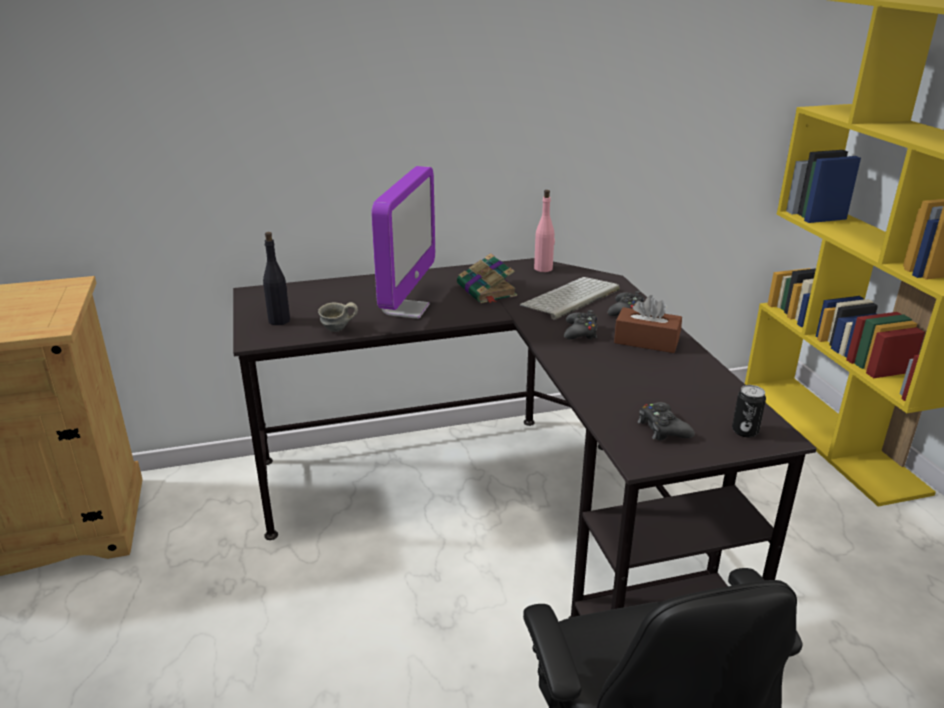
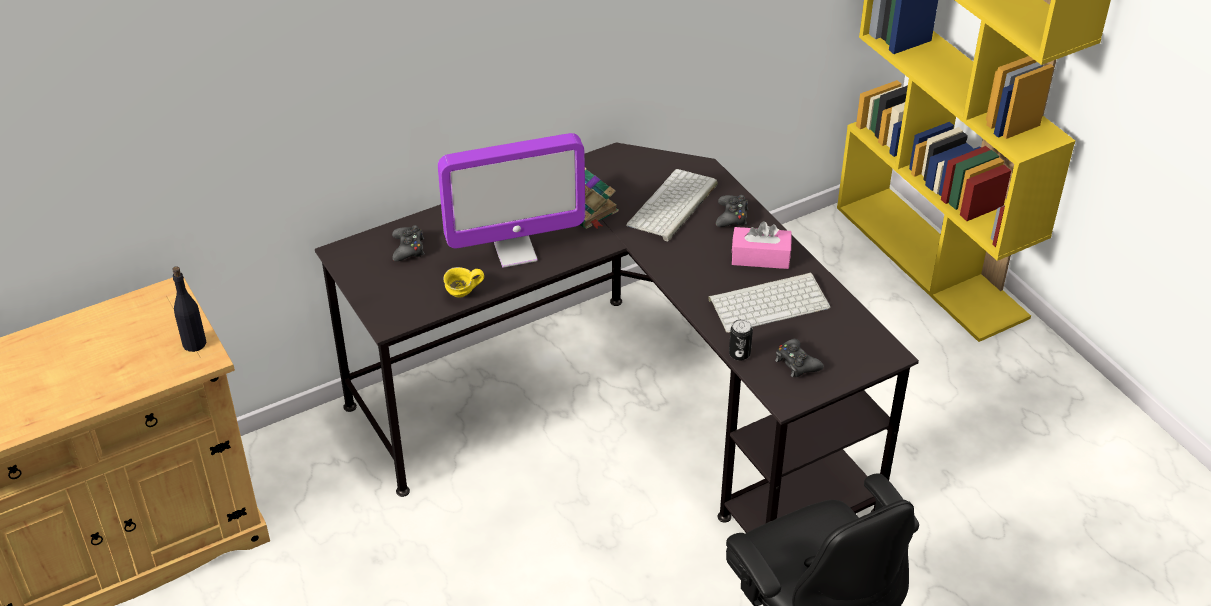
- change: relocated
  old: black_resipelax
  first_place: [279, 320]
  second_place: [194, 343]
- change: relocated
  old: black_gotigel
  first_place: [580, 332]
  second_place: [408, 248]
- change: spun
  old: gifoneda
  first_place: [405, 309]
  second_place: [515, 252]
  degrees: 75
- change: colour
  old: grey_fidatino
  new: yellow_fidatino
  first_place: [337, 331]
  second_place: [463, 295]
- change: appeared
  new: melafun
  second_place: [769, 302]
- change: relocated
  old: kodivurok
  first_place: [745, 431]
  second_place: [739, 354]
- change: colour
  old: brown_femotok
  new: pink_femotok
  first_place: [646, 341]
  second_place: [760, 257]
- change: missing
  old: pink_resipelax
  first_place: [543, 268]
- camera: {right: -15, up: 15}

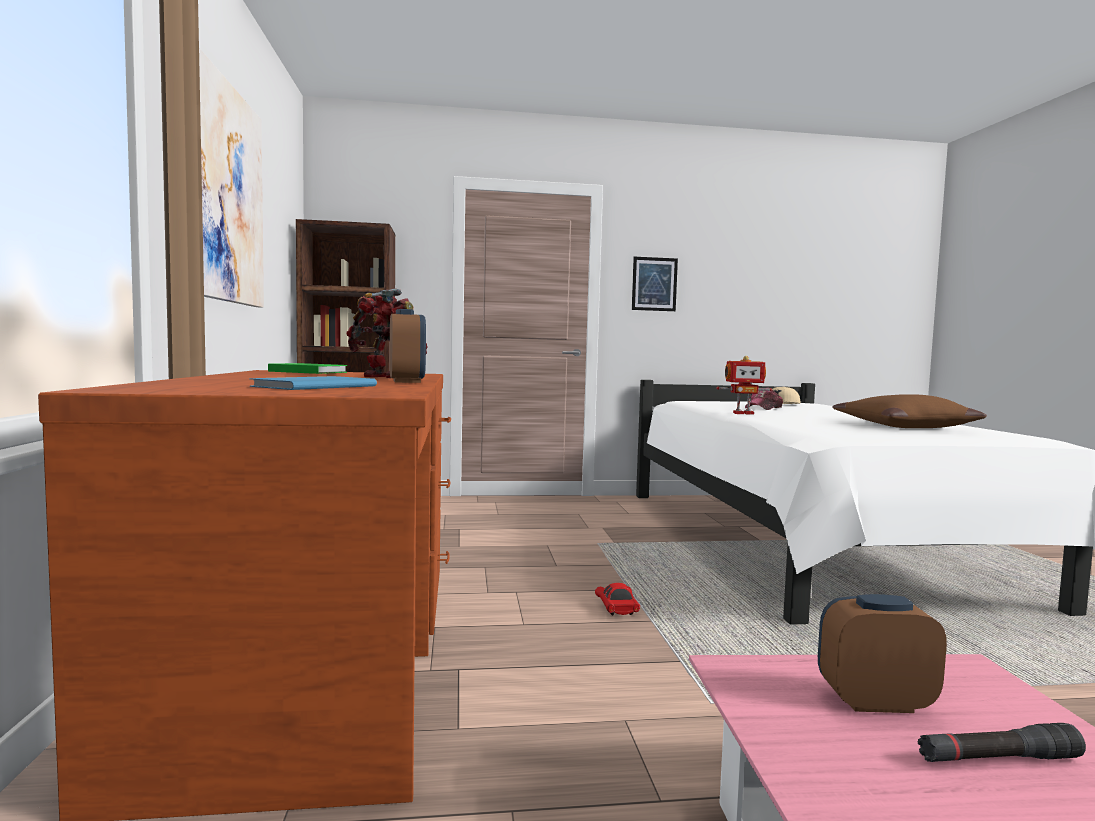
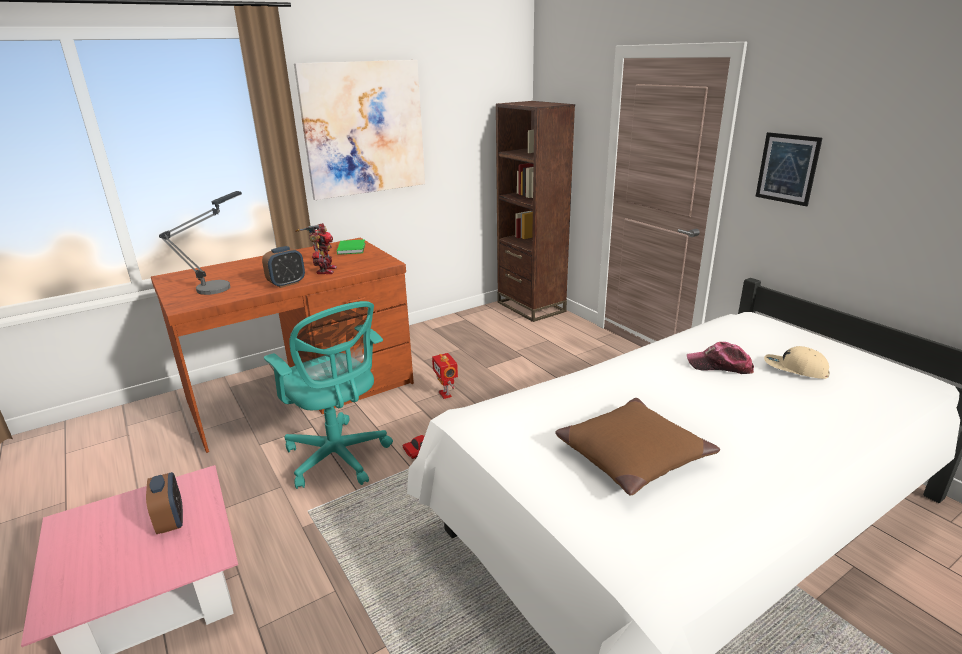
- change: exchanged
  old: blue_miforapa
  new: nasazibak
  first_place: [310, 386]
  second_place: [220, 285]
- change: appeared
  new: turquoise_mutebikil
  second_place: [339, 458]
- change: relocated
  old: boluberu
  first_place: [743, 413]
  second_place: [446, 394]
- change: missing
  old: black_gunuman
  first_place: [998, 759]
- camera: {right: 65, up: 20}

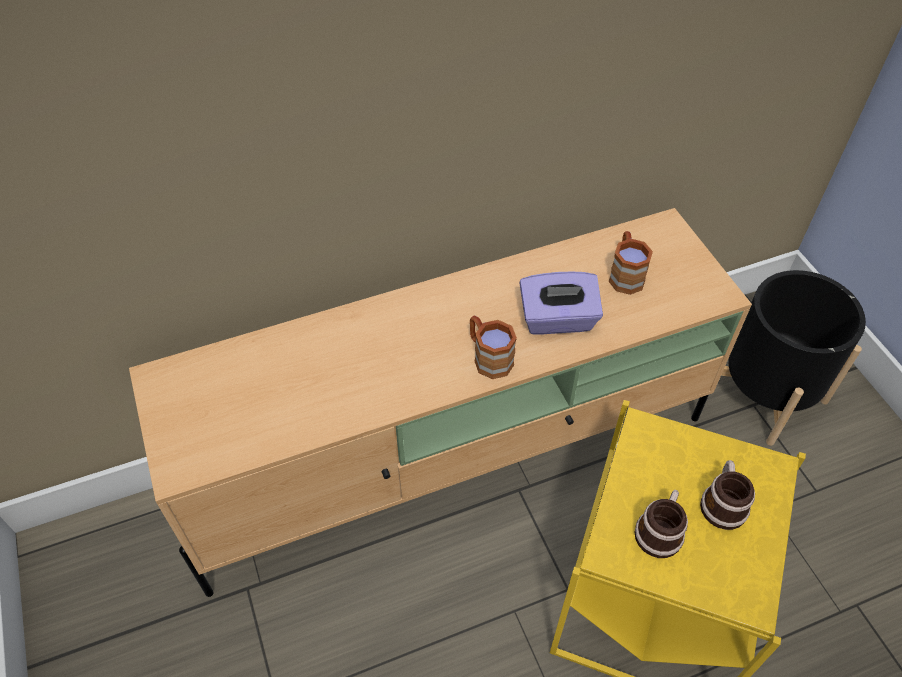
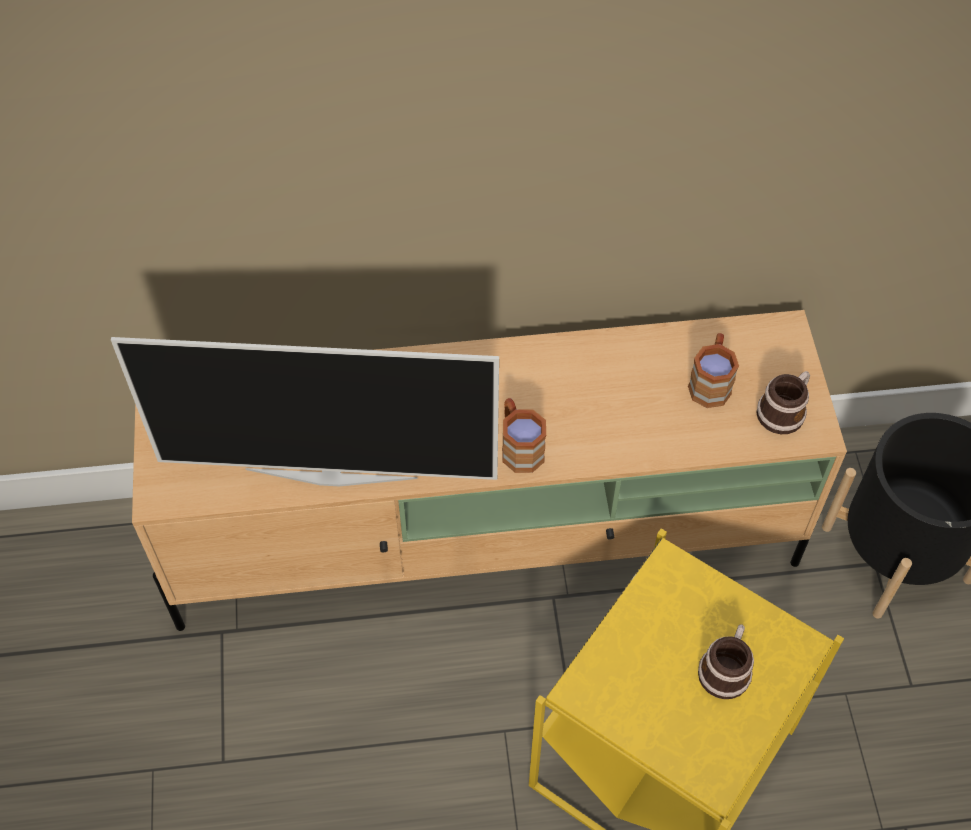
- change: appeared
  new: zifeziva
  second_place: [331, 471]
- change: relocated
  old: fidatino
  first_place: [660, 530]
  second_place: [784, 410]
- change: missing
  old: purple_femotok
  first_place: [557, 320]
- camera: {right: 15, up: 5}

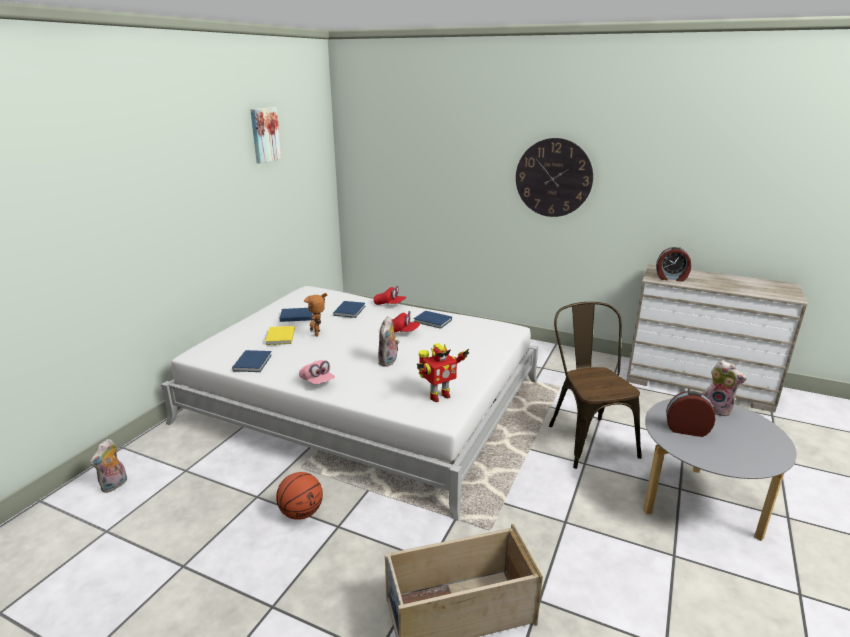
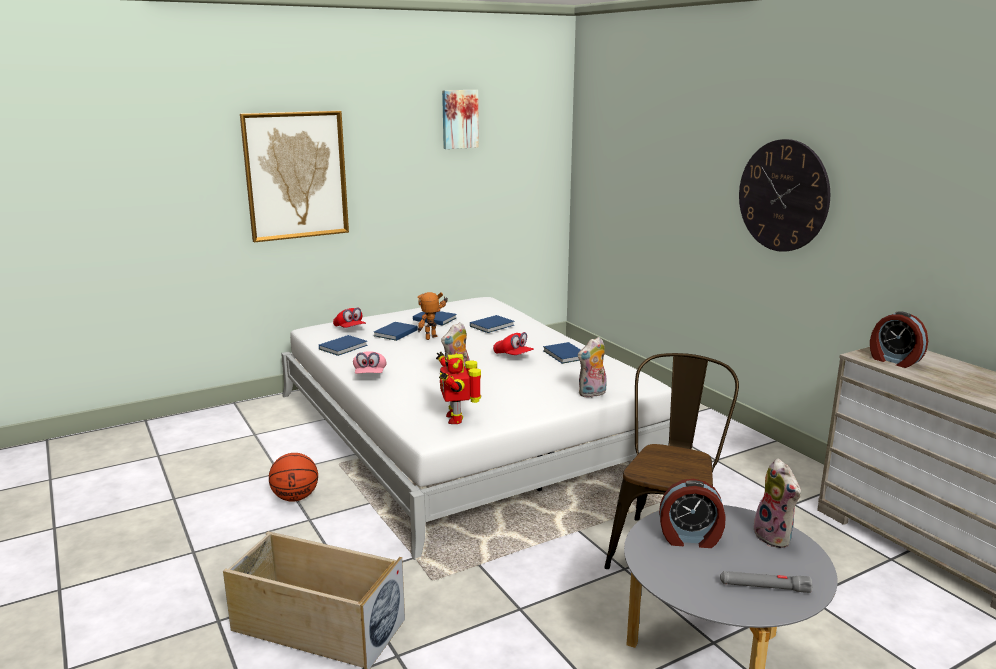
- change: appeared
  new: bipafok
  second_place: [296, 175]
- change: relocated
  old: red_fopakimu
  first_place: [389, 304]
  second_place: [350, 329]
- change: colour
  old: yellow_miforapa
  new: blue_miforapa
  first_place: [279, 337]
  second_place: [394, 333]
- change: spun
  old: boluberu
  first_place: [438, 396]
  second_place: [456, 418]
  degrees: 75
- change: relocated
  old: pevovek
  first_place: [114, 485]
  second_place: [592, 394]
- change: spun
  old: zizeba
  first_place: [686, 429]
  second_place: [690, 539]
  degrees: 135
- change: appeared
  new: grey_gunuman
  second_place: [764, 587]
- camera: {right: 35, up: -5}

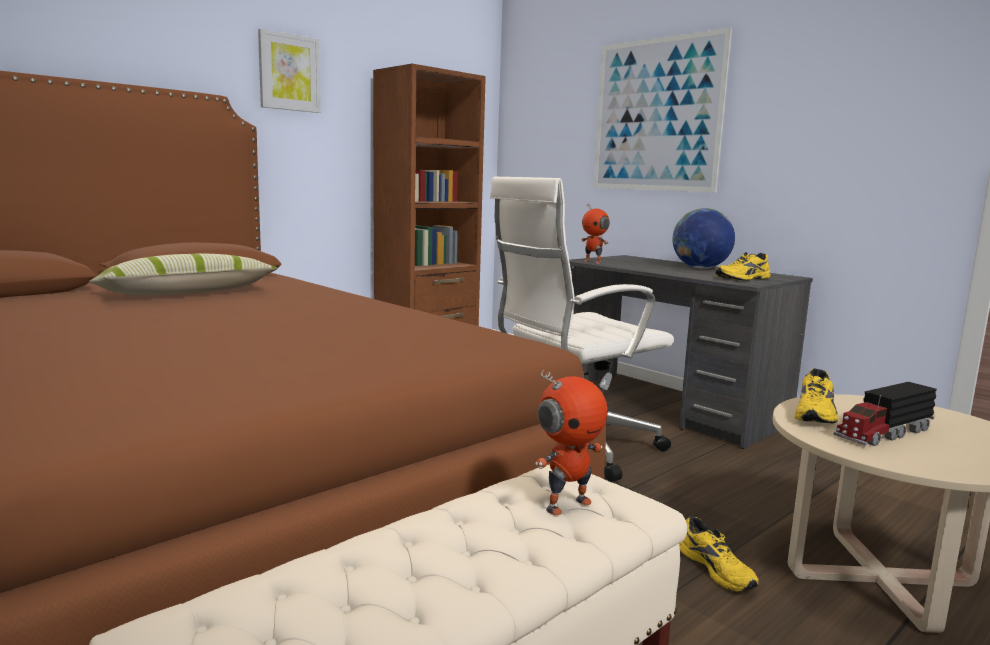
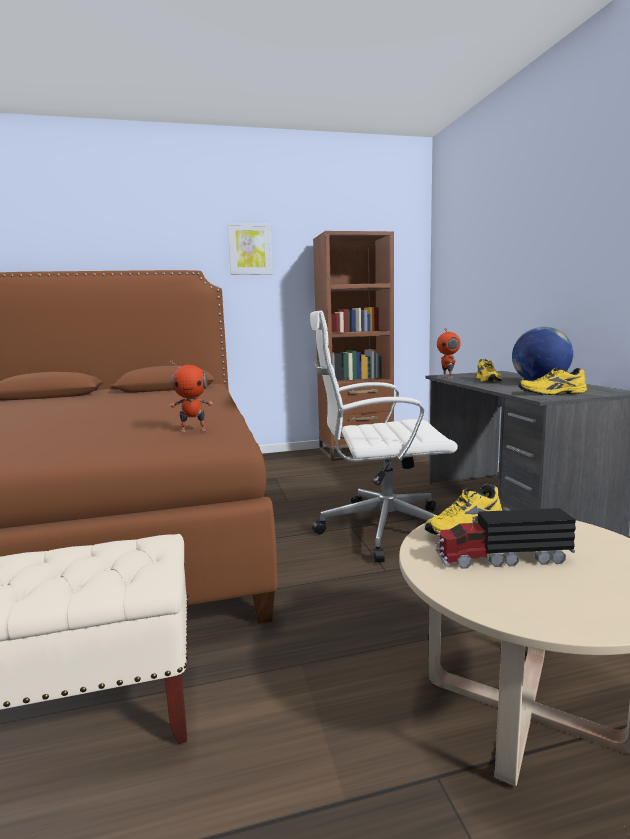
- change: relocated
  old: boluberu
  first_place: [567, 504]
  second_place: [193, 430]
- change: relocated
  old: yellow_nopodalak
  first_place: [718, 569]
  second_place: [489, 380]
- change: missing
  old: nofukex
  first_place: [187, 293]
- change: missing
  old: bipafok
  first_place: [656, 115]
- camera: {right: 30, up: 0}

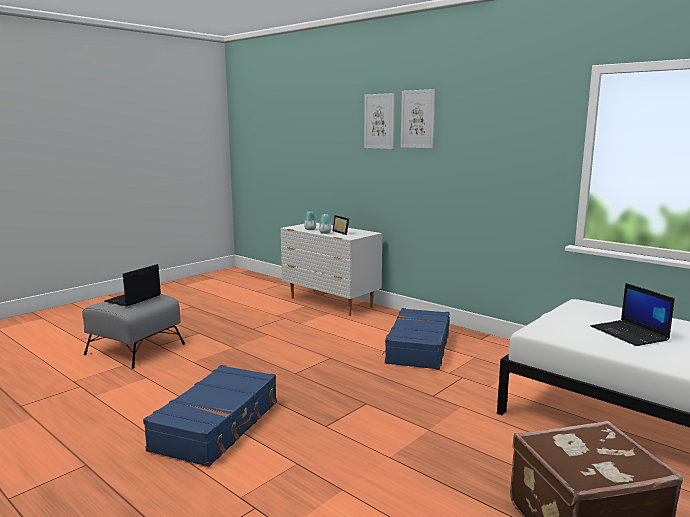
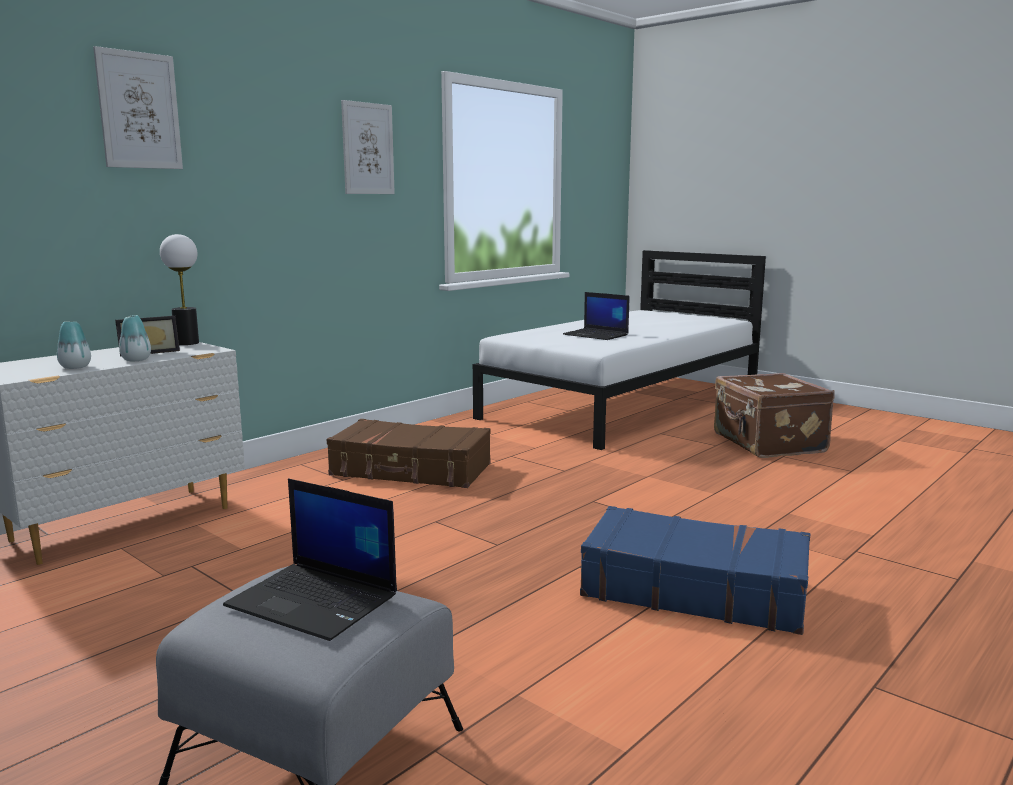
- change: appeared
  new: nasazibak
  second_place: [186, 343]
- change: colour
  old: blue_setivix
  new: brown_setivix
  first_place: [417, 348]
  second_place: [411, 470]
- change: relocated
  old: bipafok
  first_place: [418, 119]
  second_place: [368, 149]
- change: spun
  old: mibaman
  first_place: [630, 334]
  second_place: [597, 335]
  degrees: 60
- camera: {right: -90, up: 0}

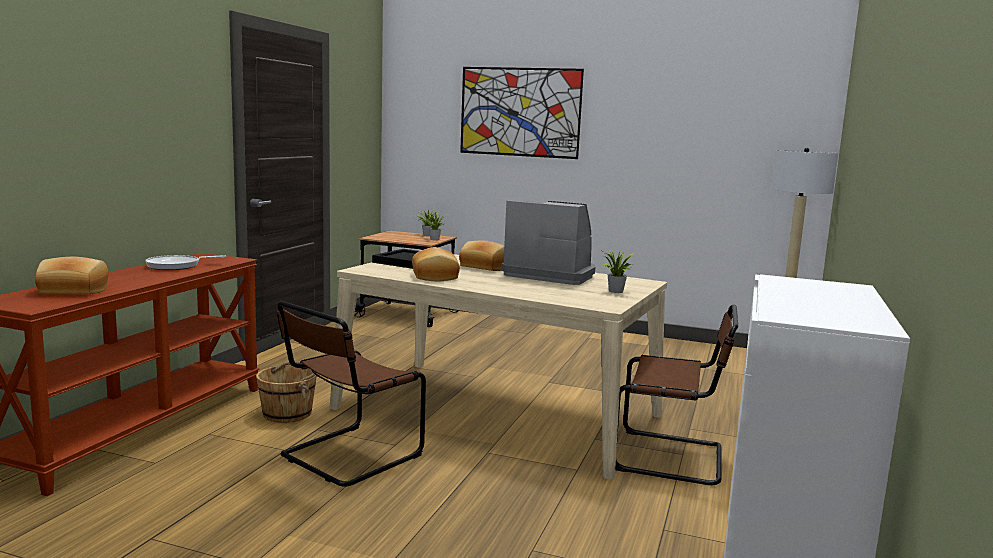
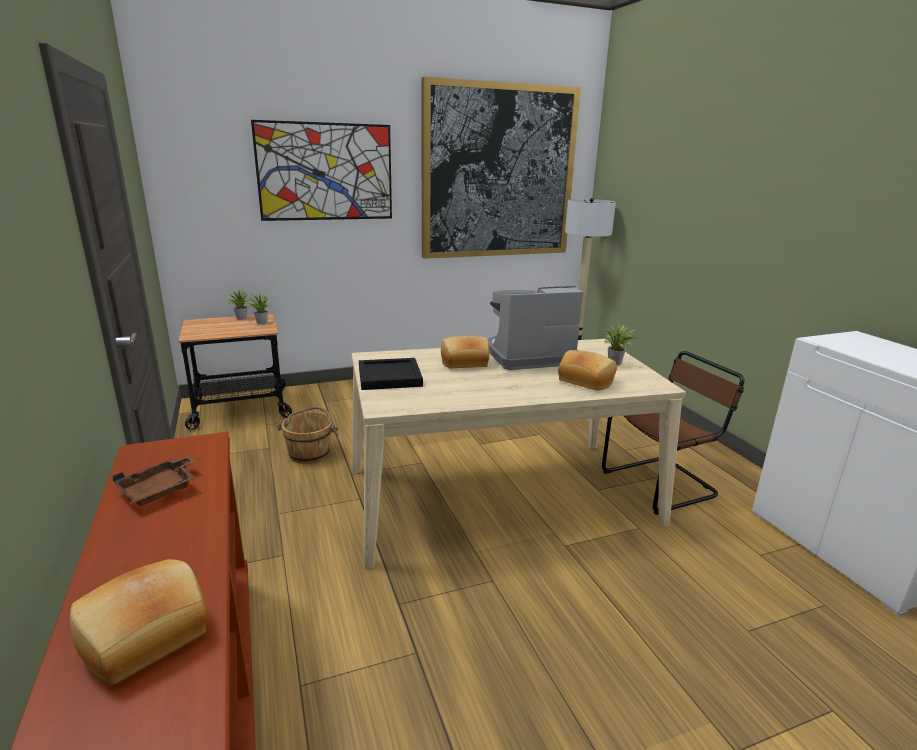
- change: exchanged
  old: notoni
  new: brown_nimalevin
  first_place: [176, 266]
  second_place: [160, 490]
- change: relocated
  old: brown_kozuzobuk
  first_place: [288, 413]
  second_place: [310, 453]
- change: appeared
  new: bipafok
  second_place: [498, 173]
- change: relocated
  old: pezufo
  first_place: [436, 276]
  second_place: [586, 380]
- change: missing
  old: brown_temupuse
  first_place: [347, 457]
- camera: {right: -40, up: 10}

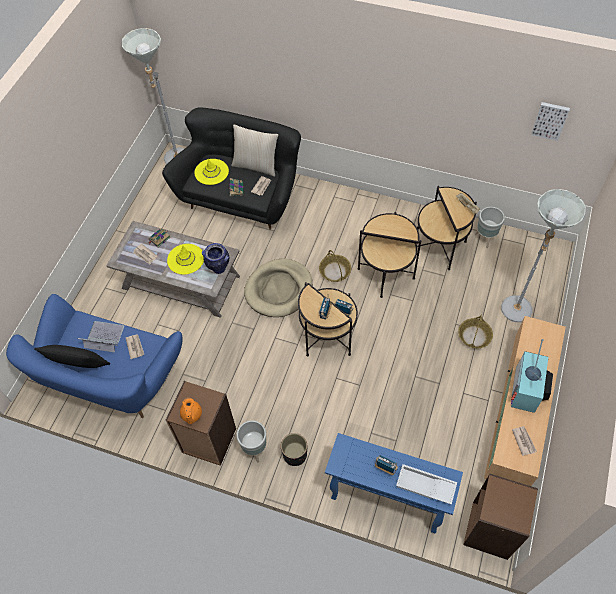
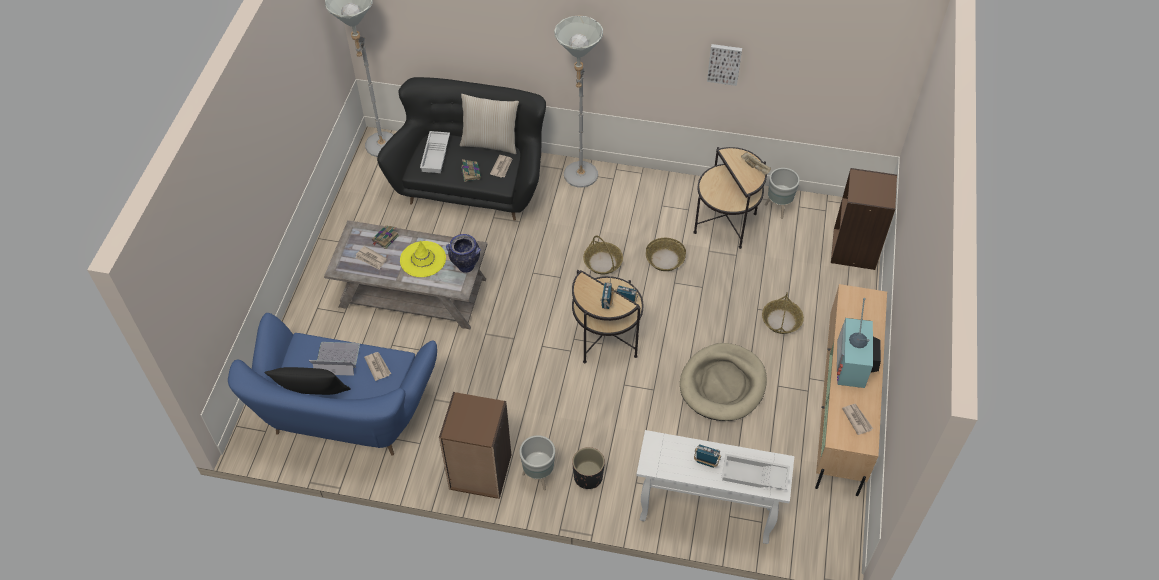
- change: exchanged
  old: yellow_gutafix
  new: white_nimalevin
  first_place: [211, 172]
  second_place: [436, 155]
- change: relocated
  old: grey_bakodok
  first_place: [515, 315]
  second_place: [579, 180]
- change: colour
  old: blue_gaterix
  new: white_gaterix
  first_place: [386, 499]
  second_place: [705, 514]
- change: exchanged
  old: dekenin
  new: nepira
  first_place: [386, 273]
  second_place: [665, 259]
- change: relocated
  old: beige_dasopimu
  first_place: [279, 290]
  second_place: [723, 384]
- change: relocated
  old: bipafok
  first_place: [550, 120]
  second_place: [724, 63]
- change: relocated
  old: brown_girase
  first_place: [490, 530]
  second_place: [855, 249]
- change: missing
  old: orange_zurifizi
  first_place: [191, 415]
- camera: {right: -10, up: -5}

